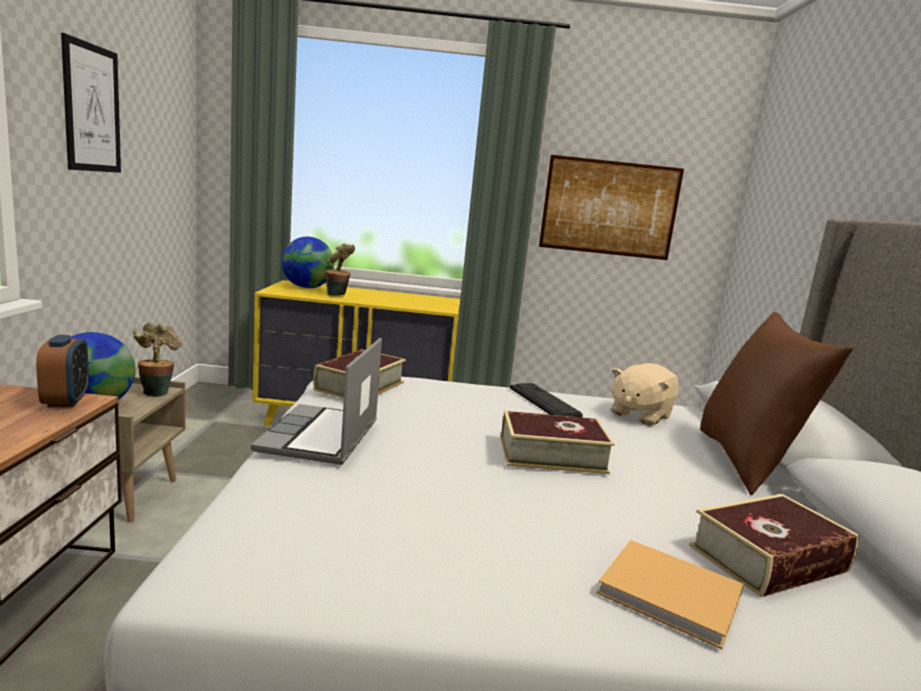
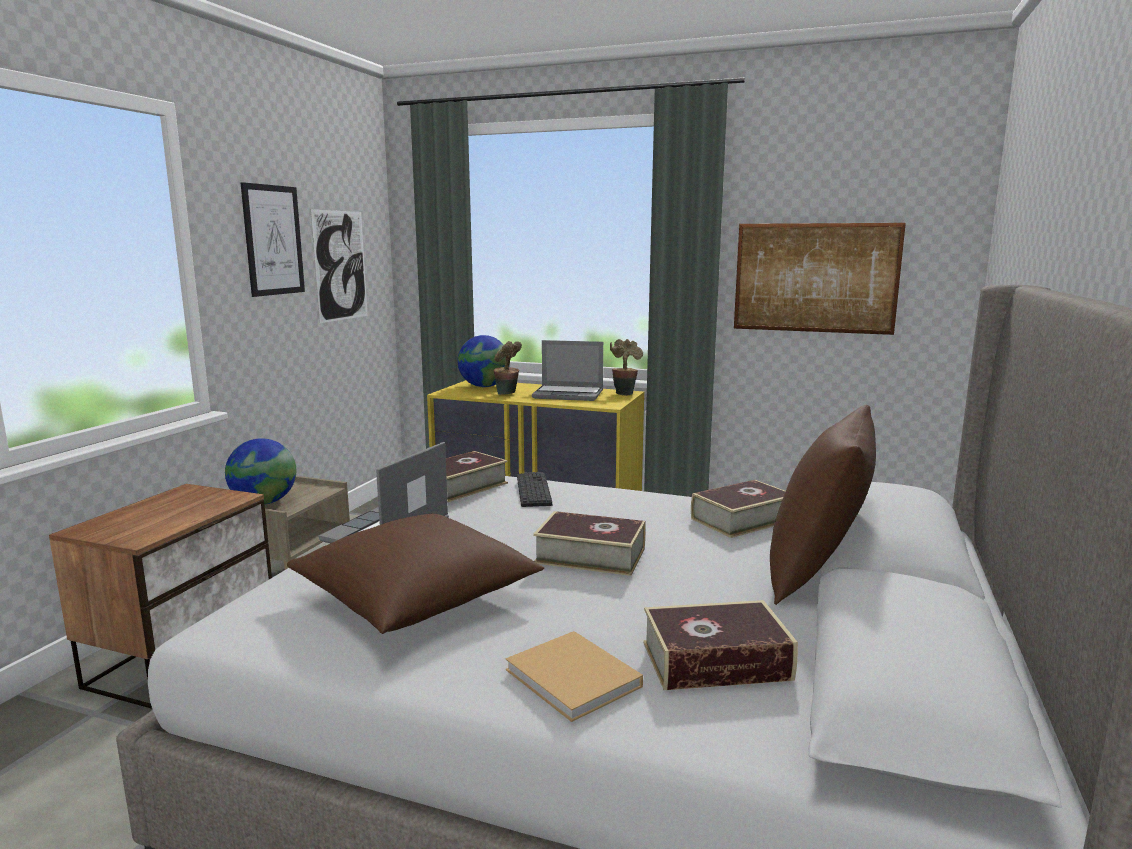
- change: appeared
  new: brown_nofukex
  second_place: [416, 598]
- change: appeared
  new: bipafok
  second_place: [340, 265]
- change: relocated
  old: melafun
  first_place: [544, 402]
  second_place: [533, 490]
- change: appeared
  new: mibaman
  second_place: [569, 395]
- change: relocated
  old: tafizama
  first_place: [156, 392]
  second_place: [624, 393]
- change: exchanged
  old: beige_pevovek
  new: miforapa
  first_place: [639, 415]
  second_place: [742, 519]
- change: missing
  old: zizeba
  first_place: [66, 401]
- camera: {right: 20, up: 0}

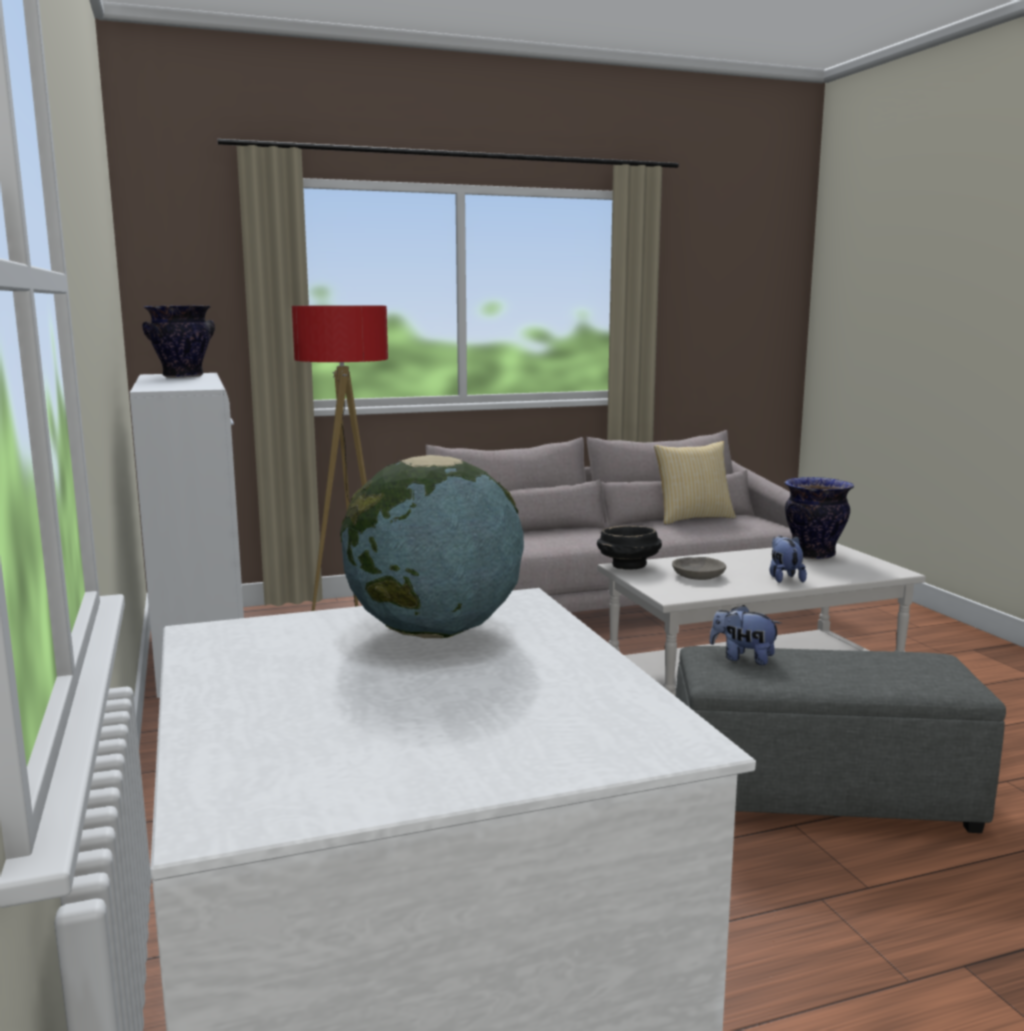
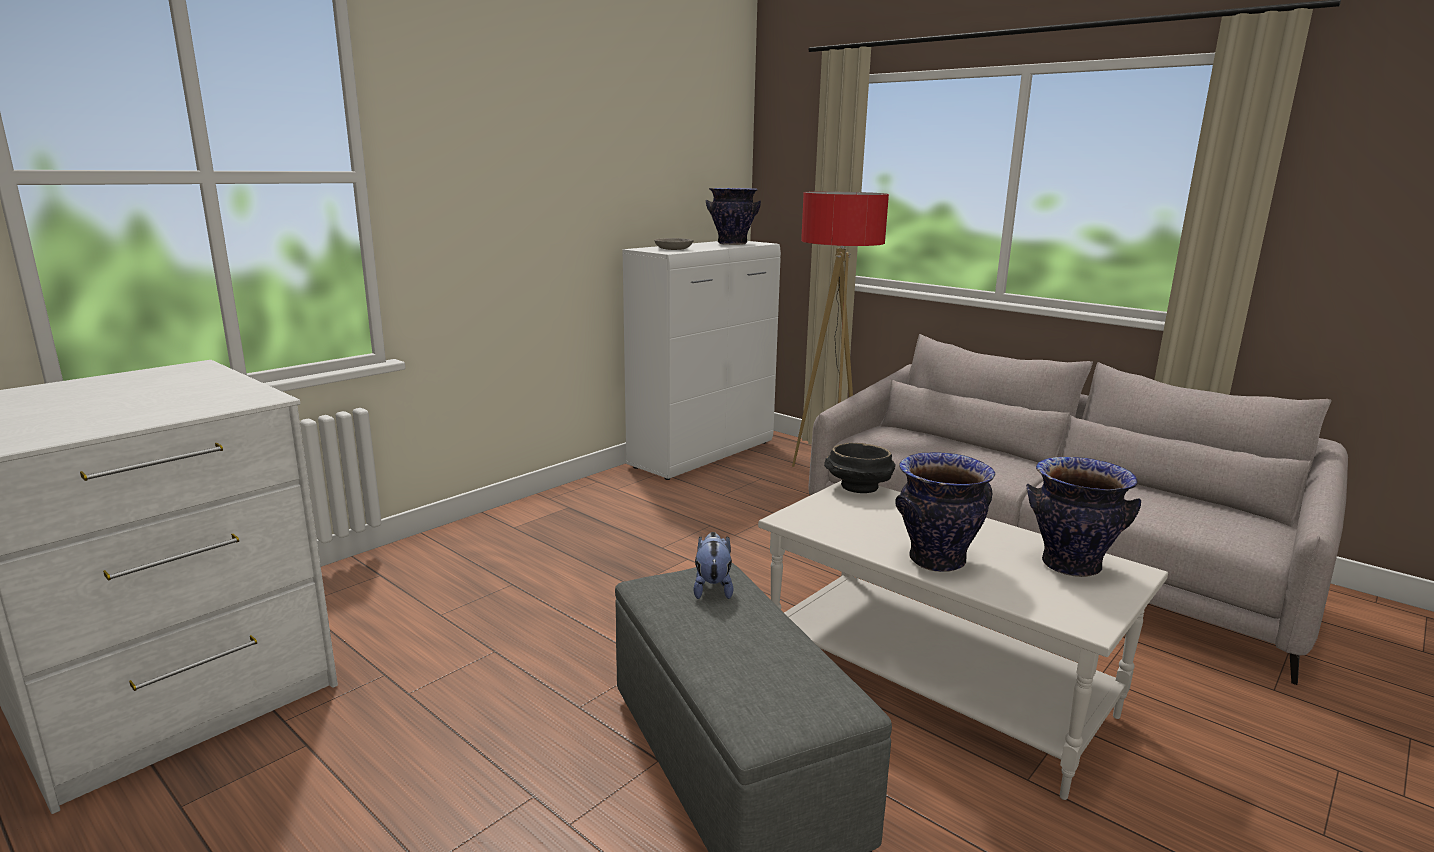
- change: relocated
  old: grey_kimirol
  first_place: [698, 575]
  second_place: [674, 249]
- change: exchanged
  old: pevovek
  new: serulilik
  first_place: [784, 578]
  second_place: [936, 560]
- change: missing
  old: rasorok
  first_place: [433, 632]
- change: missing
  old: nofukex
  first_place: [692, 518]
- camera: {right: 60, up: 5}

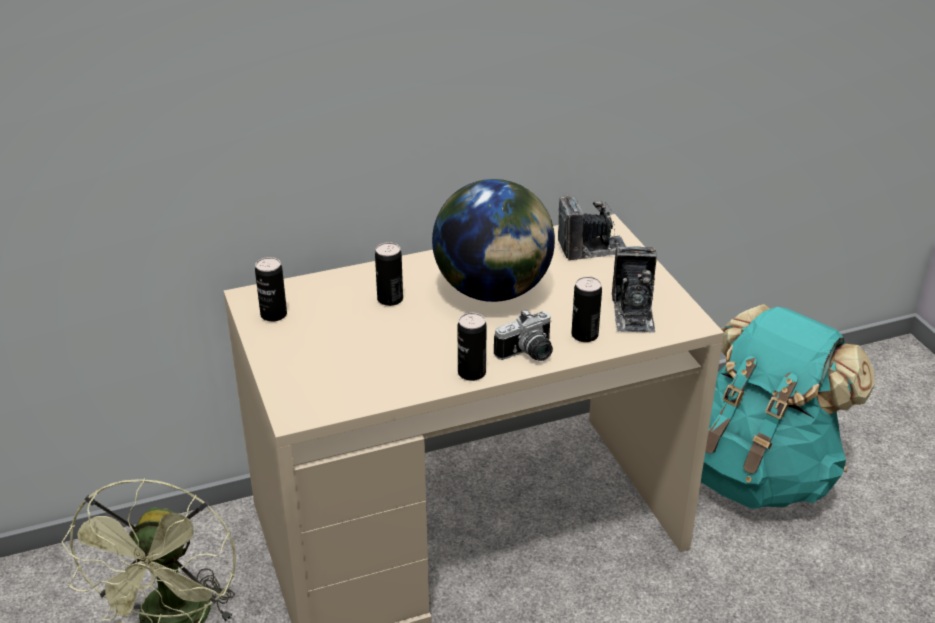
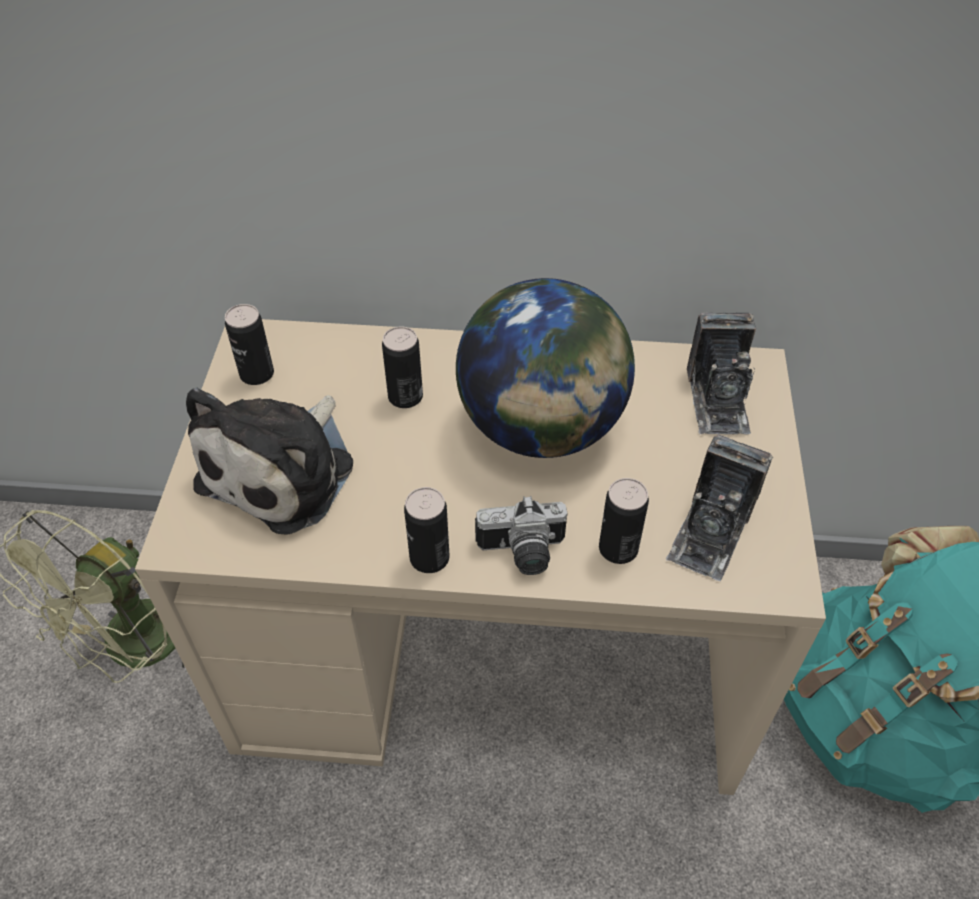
- change: appeared
  new: pevovek
  second_place: [283, 469]
- change: spun
  old: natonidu
  first_place: [592, 248]
  second_place: [718, 399]
  degrees: 75
- camera: {right: 25, up: 15}

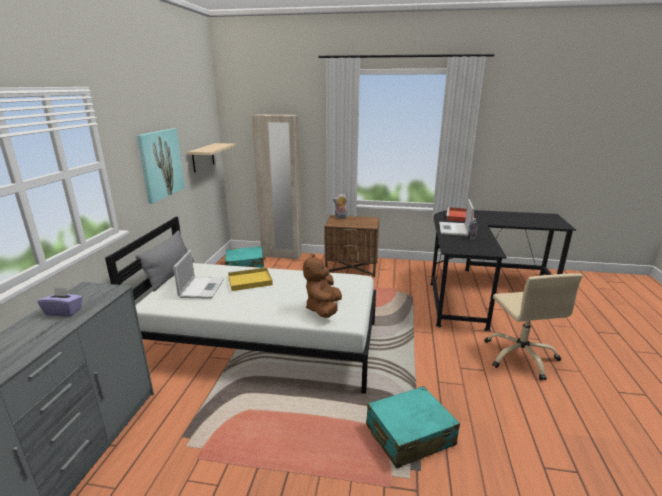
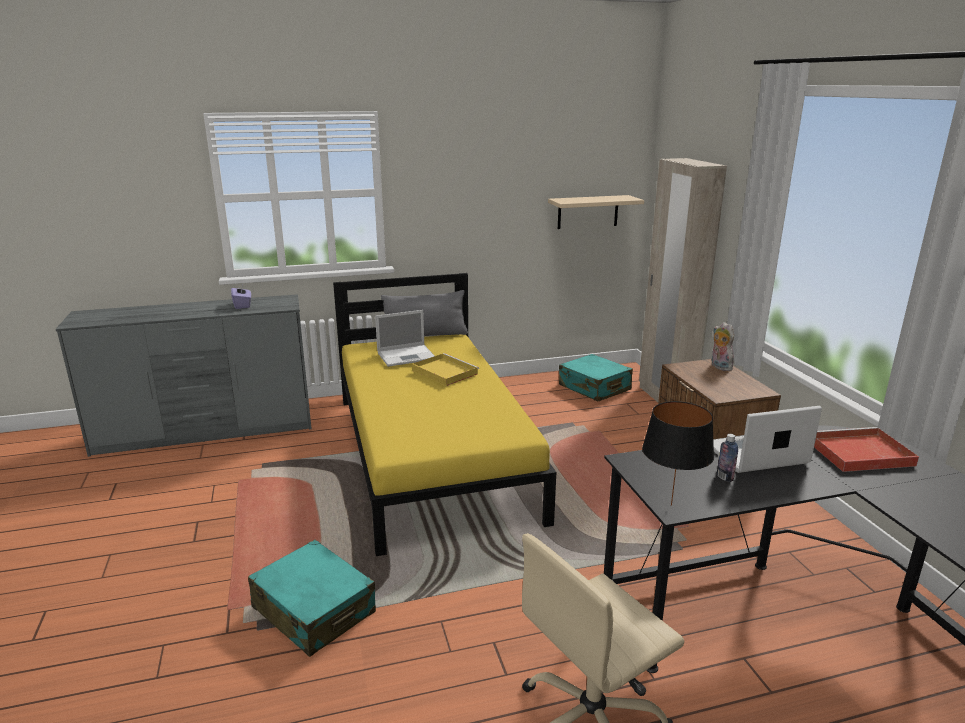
- change: colour
  old: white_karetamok
  new: yellow_karetamok
  first_place: [262, 342]
  second_place: [432, 455]
- change: appeared
  new: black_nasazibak
  second_place: [671, 506]
- change: missing
  old: bipafok
  first_place: [161, 164]
- change: missing
  old: brown_pevovek
  first_place: [323, 309]
- camera: {right: 65, up: 0}

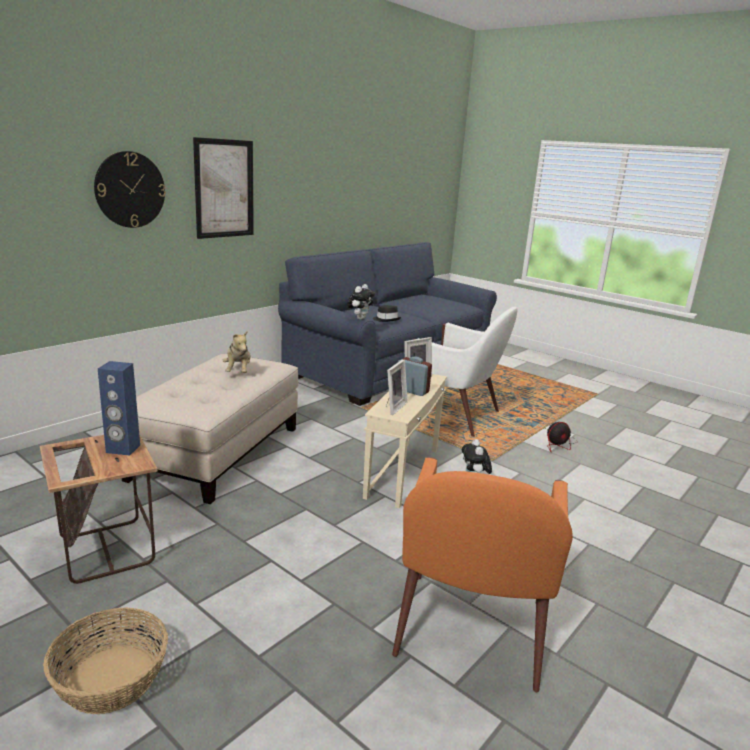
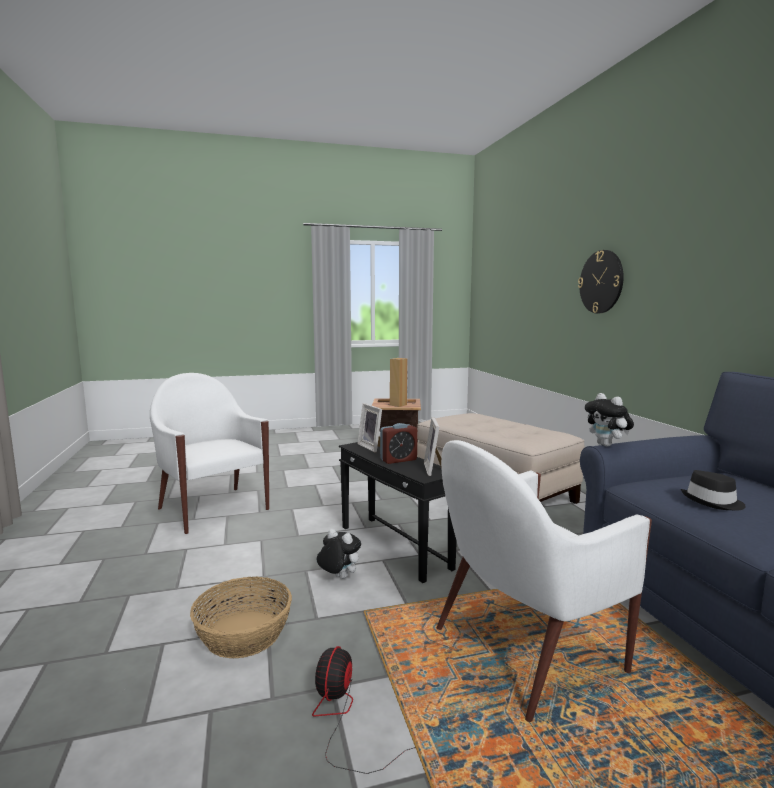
- change: colour
  old: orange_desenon
  new: white_desenon
  first_place: [469, 631]
  second_place: [213, 508]
- change: relocated
  old: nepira
  first_place: [110, 679]
  second_place: [244, 633]
- change: colour
  old: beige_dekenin
  new: black_dekenin
  first_place: [403, 472]
  second_place: [393, 547]
- change: colour
  old: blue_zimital
  new: brown_zimital
  first_place: [123, 449]
  second_place: [398, 405]
- change: missing
  old: bipafok
  first_place: [224, 189]
- change: missing
  old: pevovek
  first_place: [238, 371]
- camera: {right: 125, up: -10}

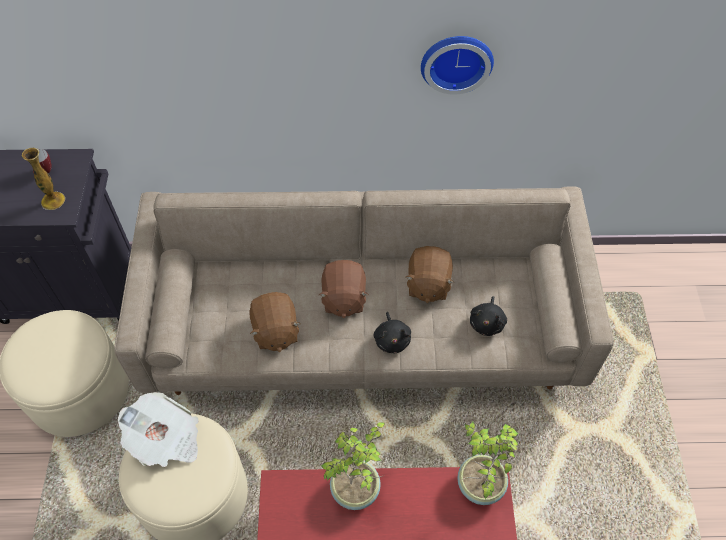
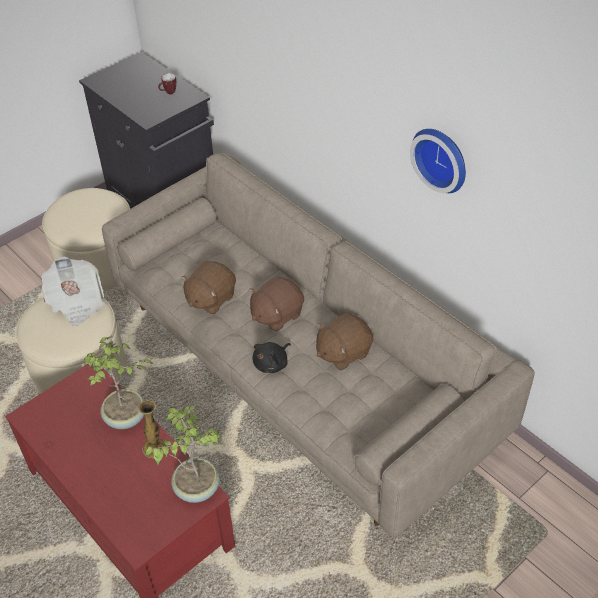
- change: relocated
  old: serulilik
  first_place: [53, 201]
  second_place: [154, 448]
- change: missing
  old: black_pevovek
  first_place: [487, 322]
- camera: {right: 50, up: -10}

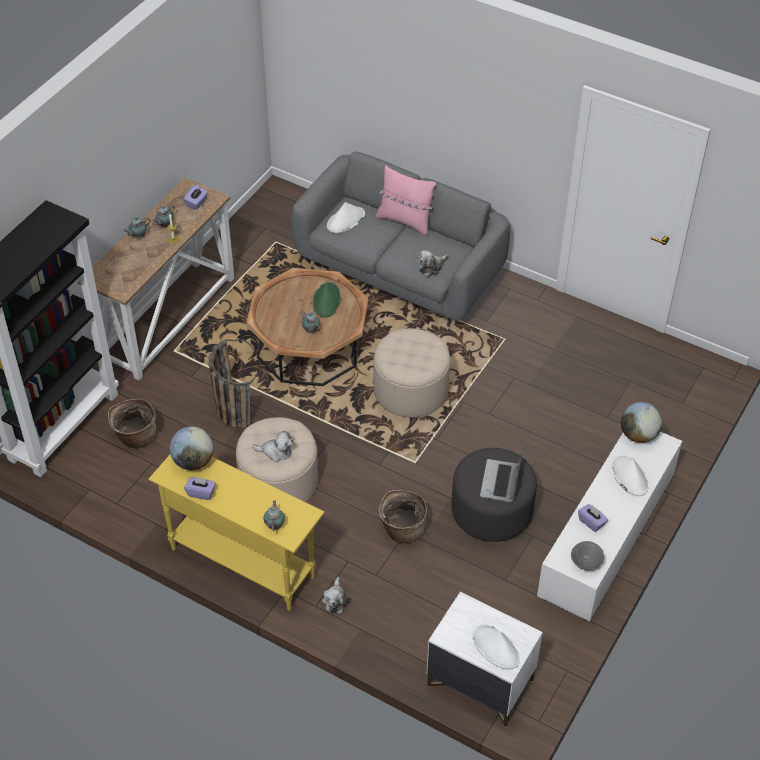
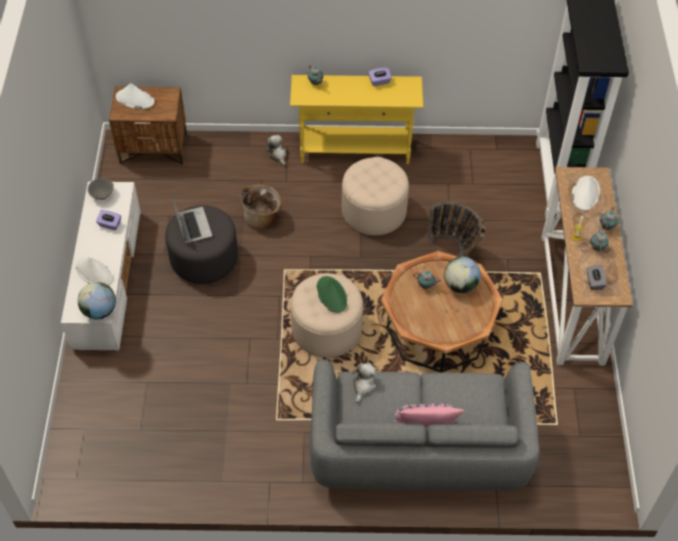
- change: colour
  old: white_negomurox
  new: brown_negomurox
  first_place: [479, 683]
  second_place: [154, 148]
- change: relocated
  old: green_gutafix
  first_place: [326, 301]
  second_place: [331, 294]
- change: relocated
  old: rasorok
  first_place: [193, 461]
  second_place: [460, 285]
- change: relocated
  old: white_gutafix
  first_place: [345, 220]
  second_place: [585, 193]
- change: colour
  old: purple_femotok
  new: grey_femotok
  first_place: [197, 203]
  second_place: [594, 282]
- change: missing
  old: nepira
  first_place: [135, 437]
- change: missing
  old: pevovek
  first_place: [276, 452]
- camera: {right: 150, up: 5}

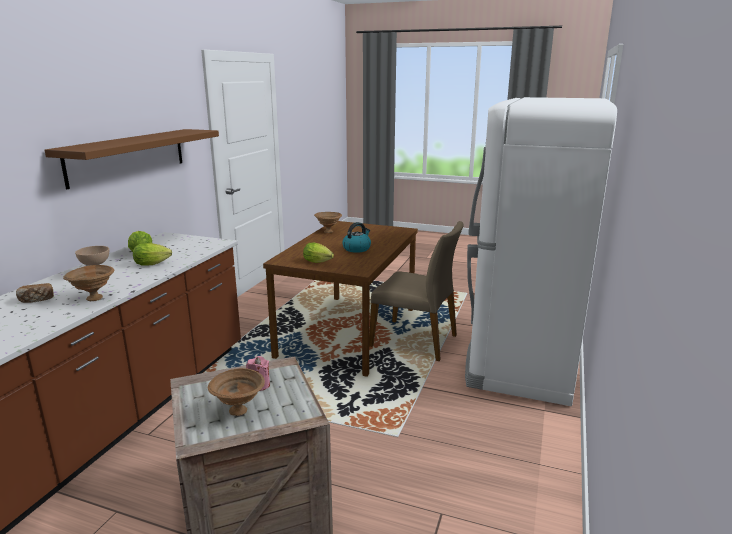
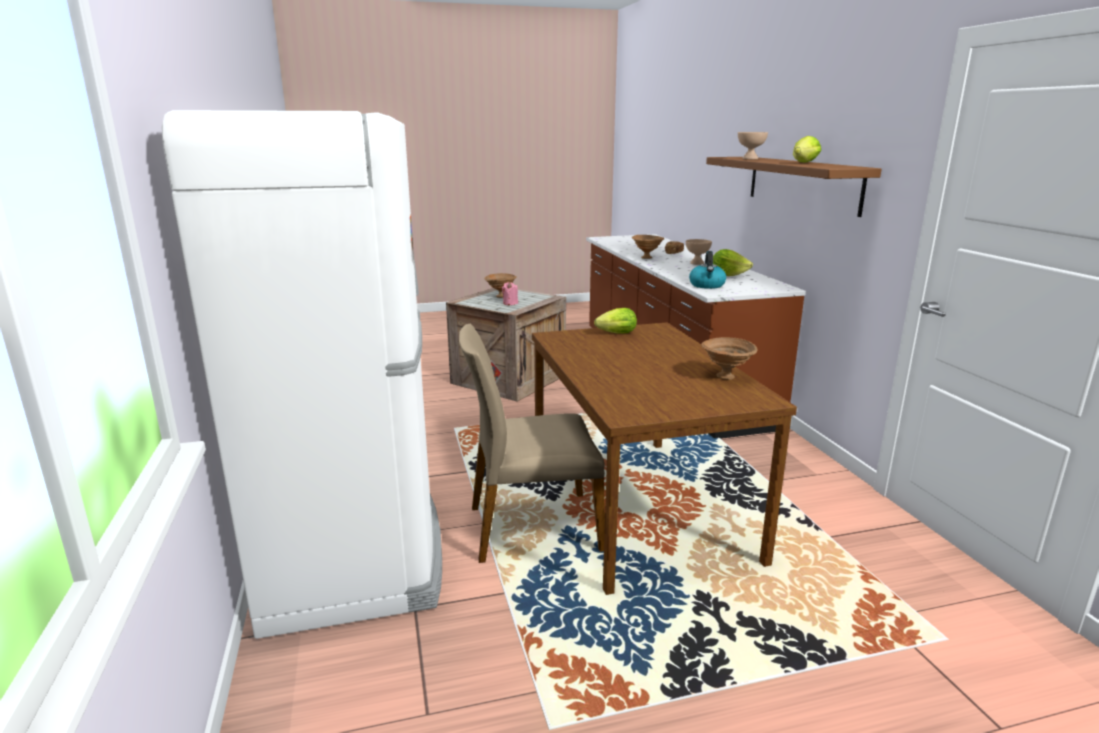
- change: relocated
  old: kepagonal
  first_place: [357, 248]
  second_place: [707, 285]
- change: appeared
  new: beige_kimirol
  second_place: [750, 159]
- change: relocated
  old: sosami
  first_place: [154, 264]
  second_place: [803, 163]
- camera: {right: 145, up: 0}

